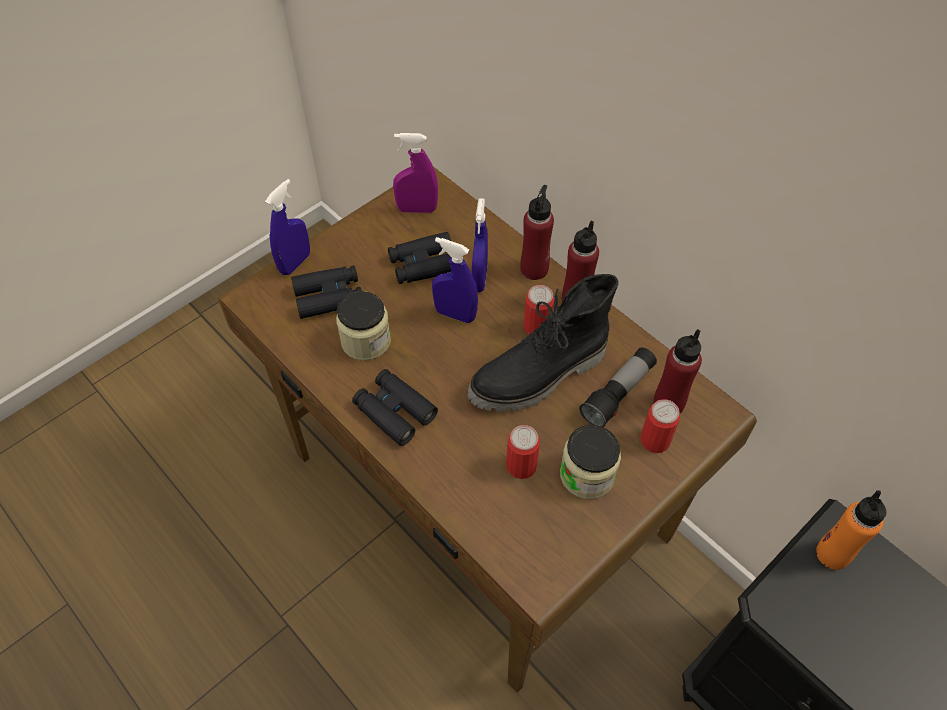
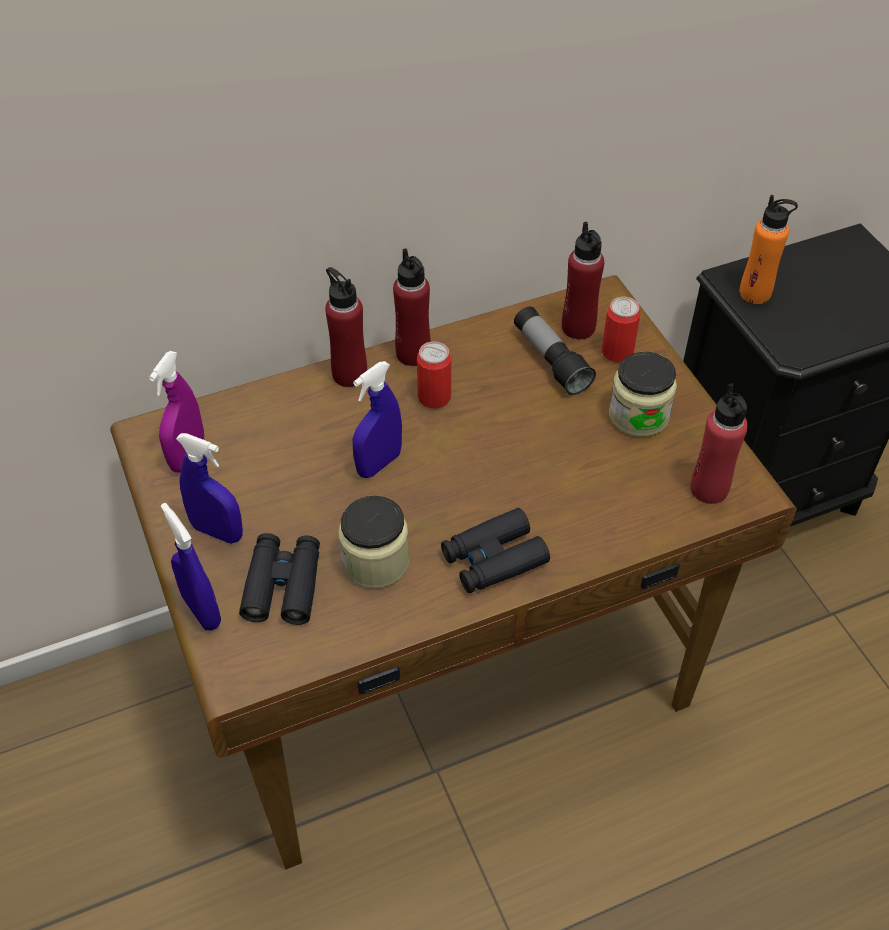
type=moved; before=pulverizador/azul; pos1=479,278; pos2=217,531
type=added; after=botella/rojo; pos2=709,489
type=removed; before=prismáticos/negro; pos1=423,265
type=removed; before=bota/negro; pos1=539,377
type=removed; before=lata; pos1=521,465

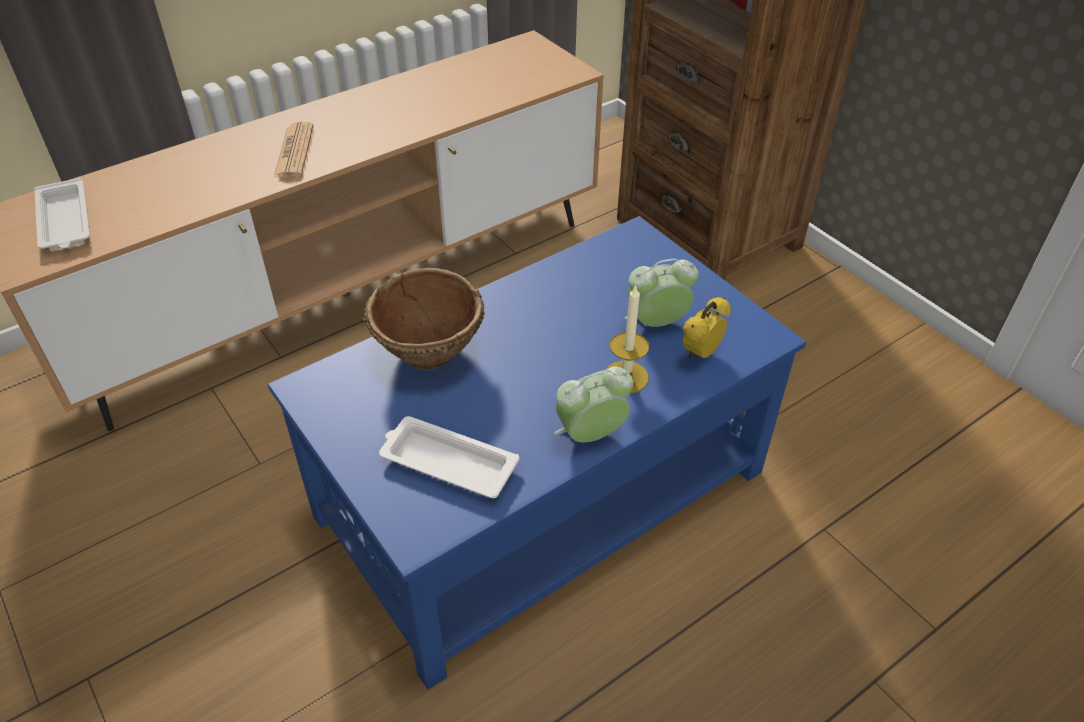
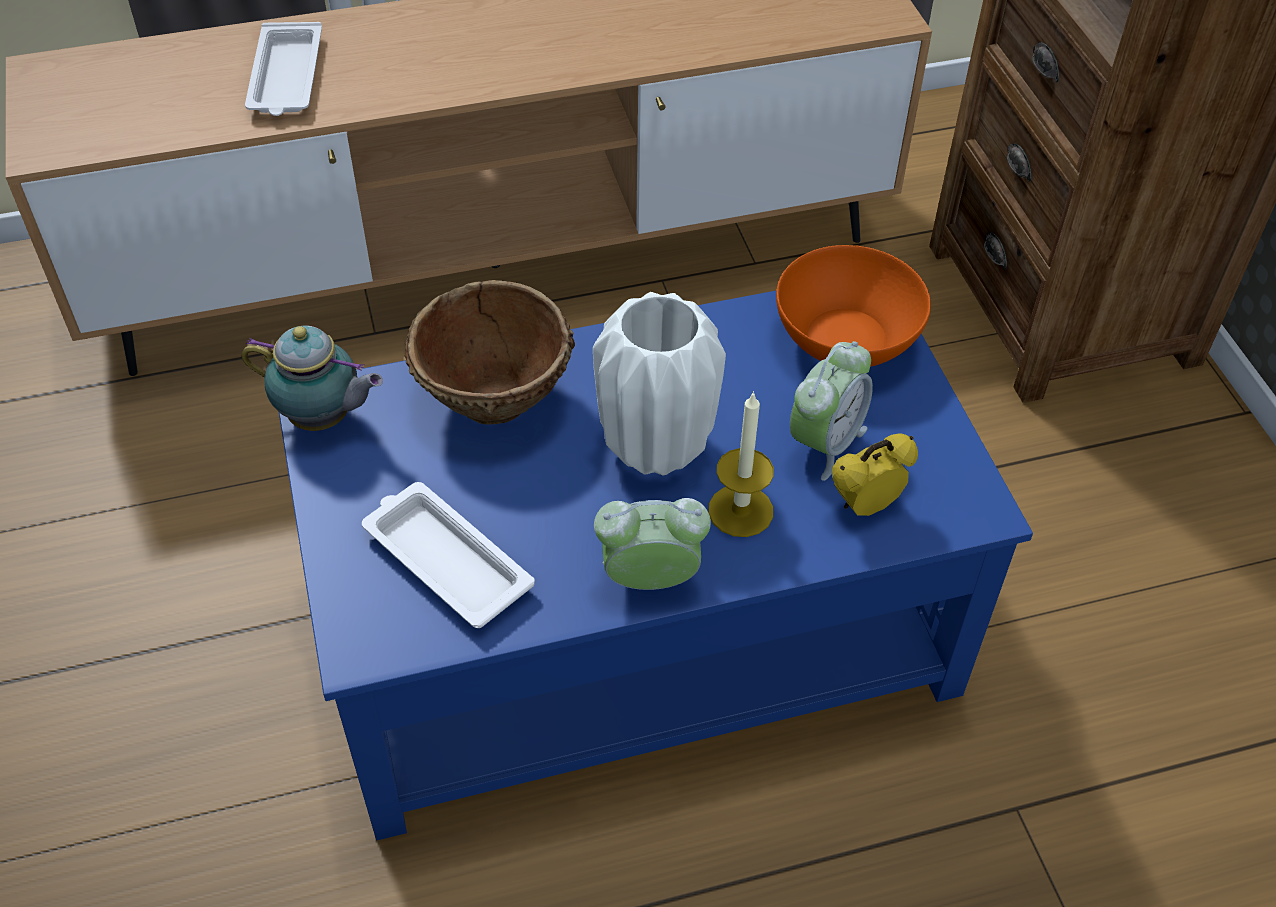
type=added; after=tetera; pos2=324,419
type=moved; before=bandeja/blanco; pos1=65,222; pos2=286,78
type=added; after=florero/blanco; pos2=654,446
type=added; after=cuenco/naranja; pos2=845,339
type=turned; before=despertador; pos1=656,323; pos2=825,443; turn=120
type=removed; before=periódico; pos1=294,151

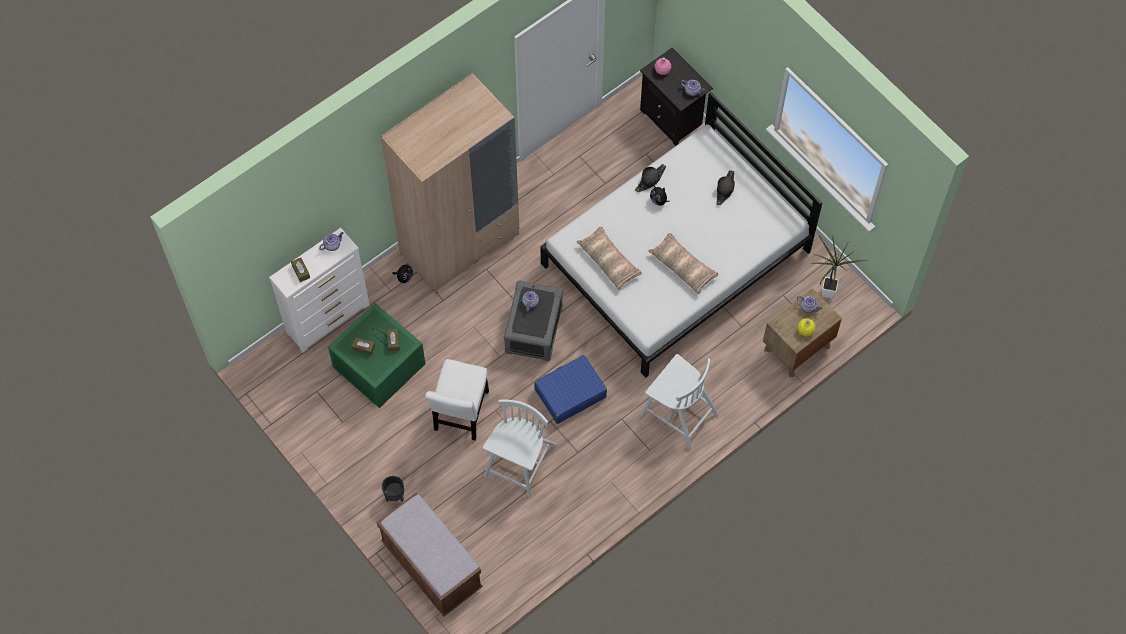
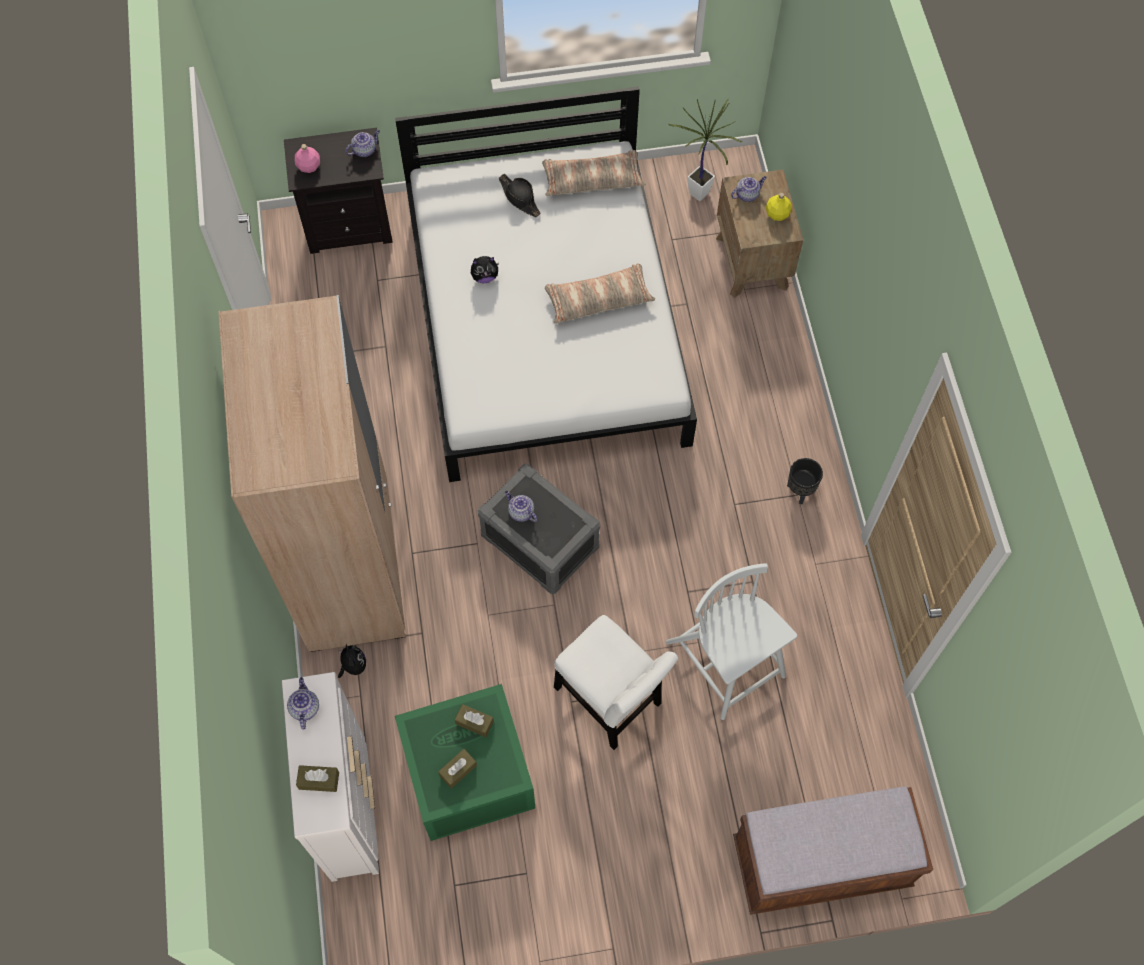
type=moved; before=cojín; pos1=609,261; pos2=592,180
type=moved; before=maceta/negro; pos1=395,496; pos2=800,491
type=removed; before=maleta/azul; pos1=570,393
type=removed; before=sombrero/negro; pos1=650,180
type=removed; before=silla/blanco; pos1=678,414

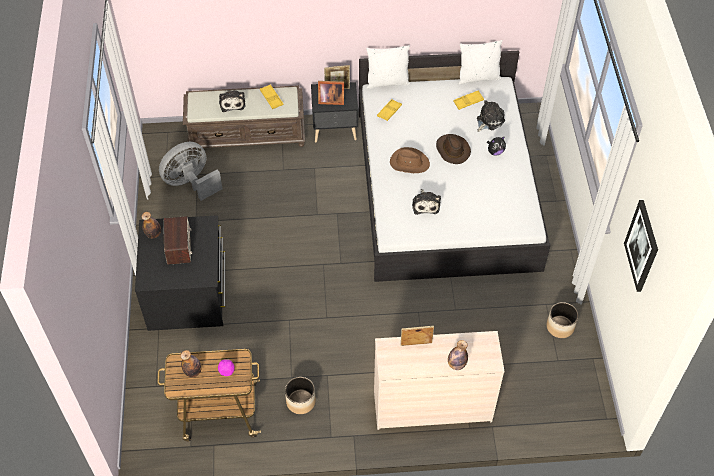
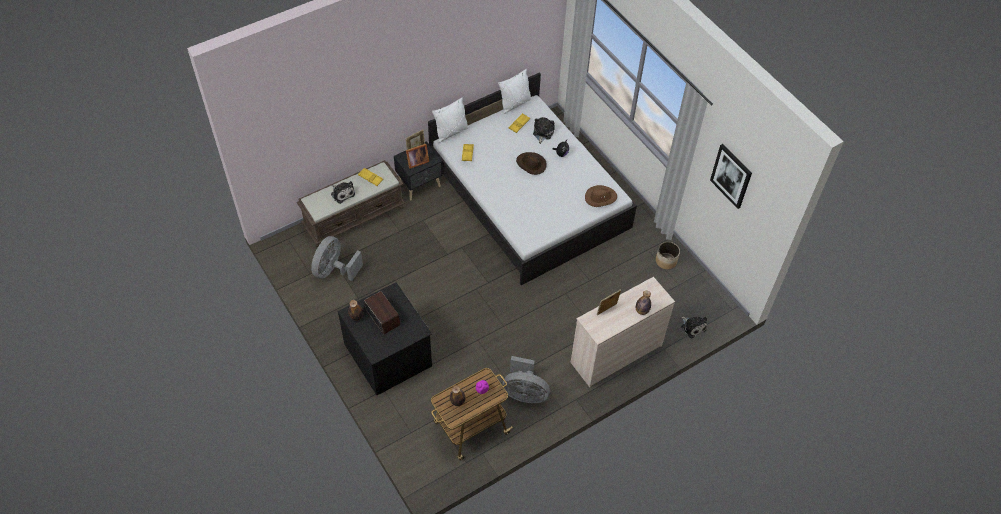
type=replaced; before=maceta; after=ventilador/gris; pos1=301,401; pos2=524,393
type=moved; before=sombrero/marrón; pos1=409,163; pos2=600,197
type=moved; before=peluche; pos1=425,204; pos2=692,327

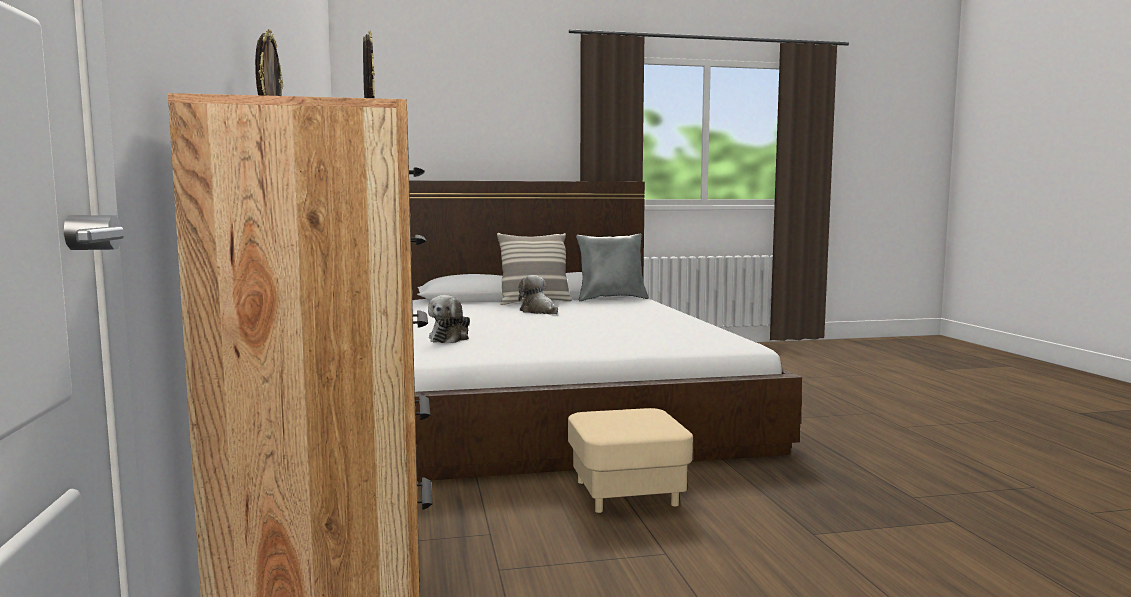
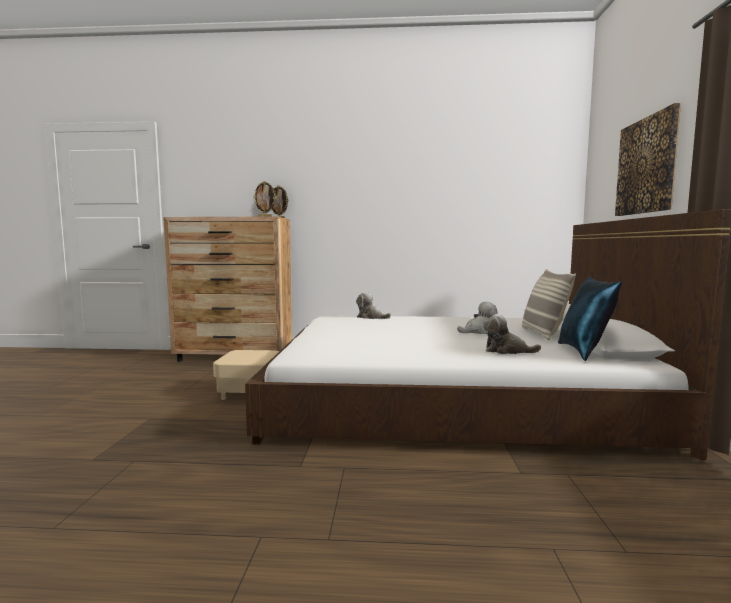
type=added; after=peluche; pos2=506,351
type=recoloured; before=cojín/gris; after=cojín/azul; pos1=611,299; pos2=585,352
type=added; after=cuadro; pos2=646,166

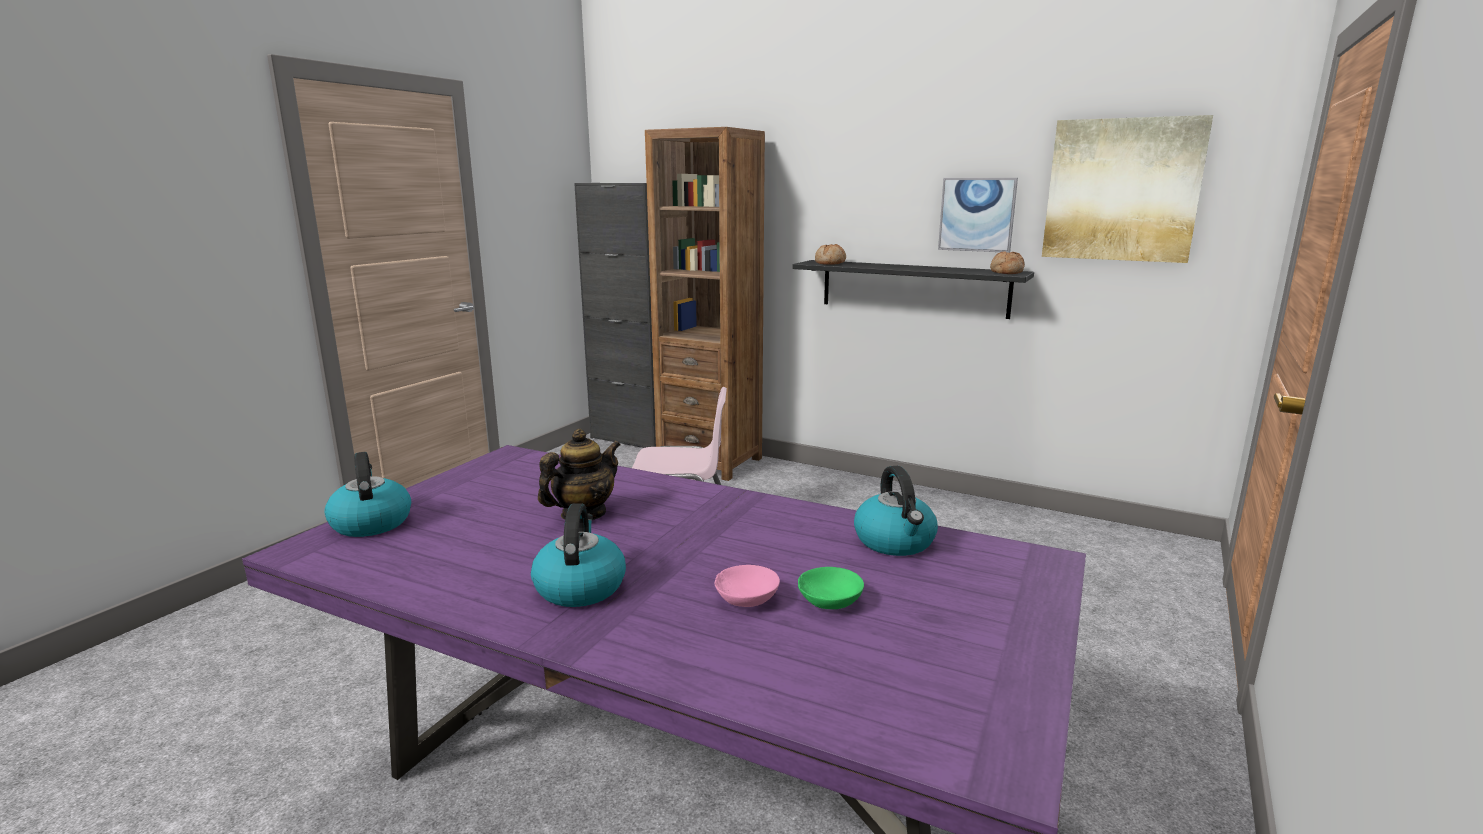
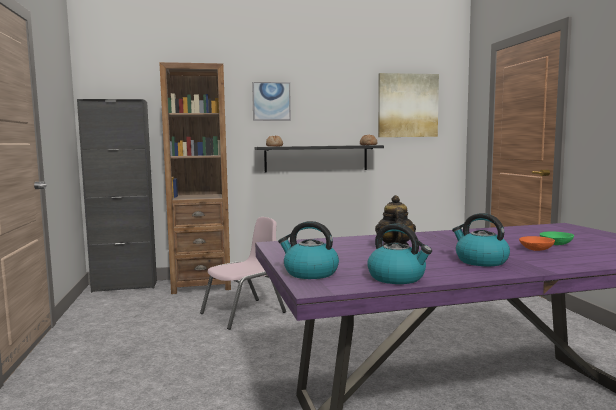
type=moved; before=cuadro; pos1=977,214; pos2=271,101
type=moved; before=hervidor; pos1=895,542; pos2=397,278
type=recoloured; before=cuenco/rosa; after=cuenco/naranja; pos1=749,599; pos2=537,249

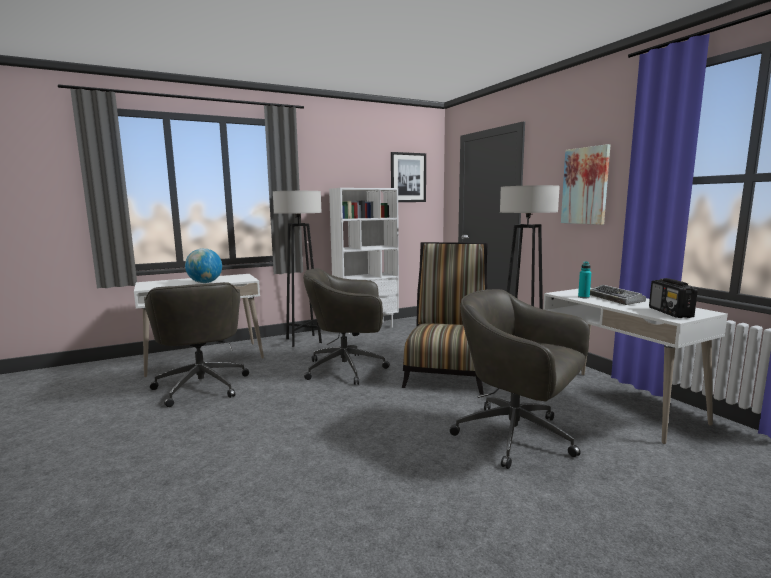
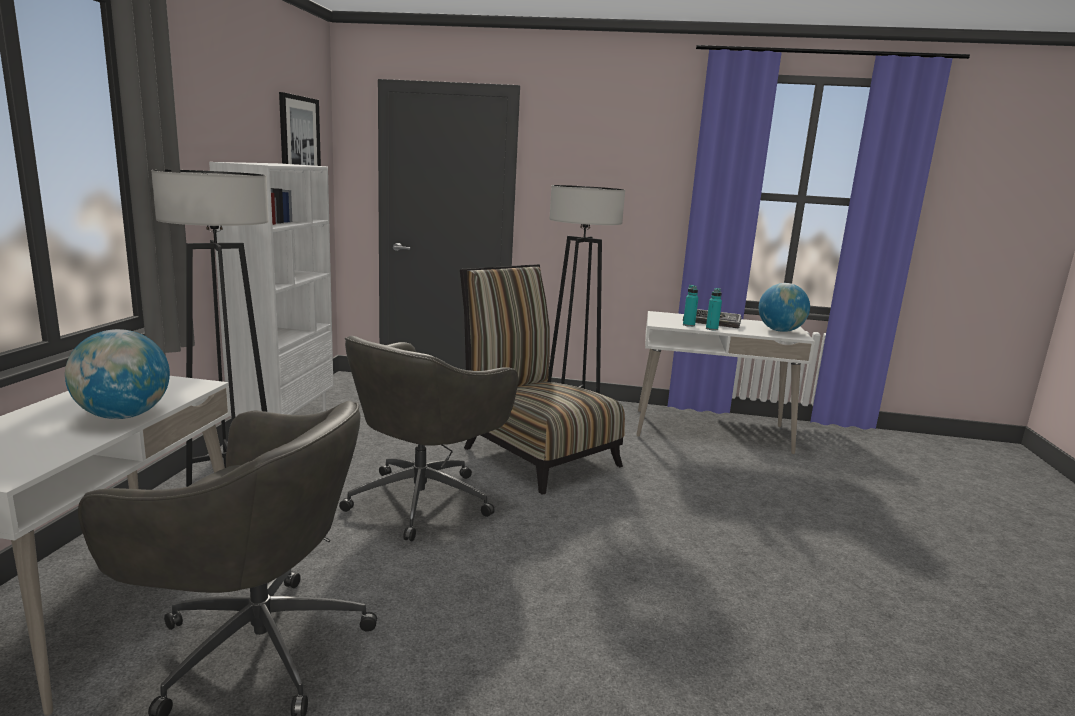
type=added; after=botella/turquesa; pos2=711,329
type=replaced; before=radio; after=globo terráqueo; pos1=670,313; pos2=780,331
type=removed; before=silla de oficina/gris; pos1=517,437
type=removed; before=cuadro; pos1=585,186

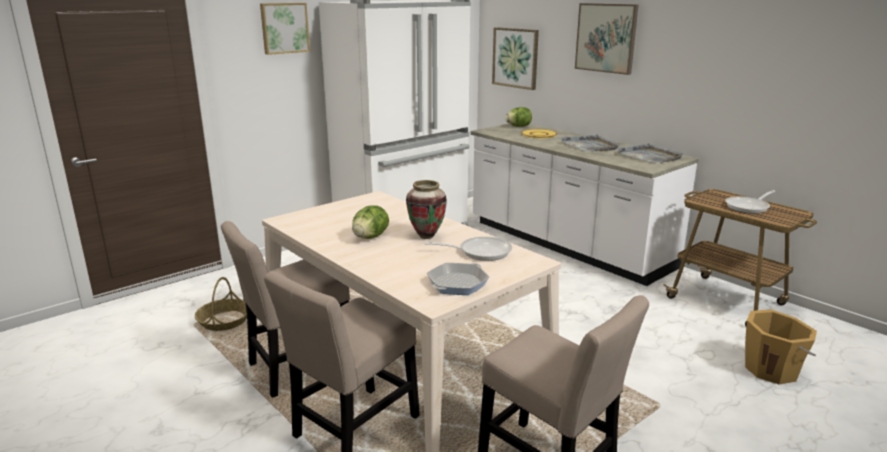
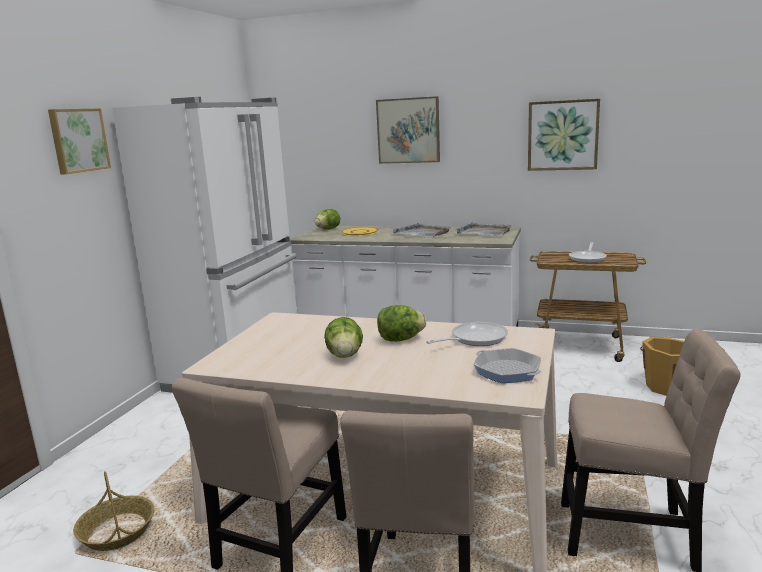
type=replaced; before=florero; after=lechuga; pos1=426,236; pos2=400,339
type=turned; before=sartén; pos1=457,283; pos2=507,371; turn=-45
type=moved; before=cuadro; pos1=515,58; pos2=563,135

